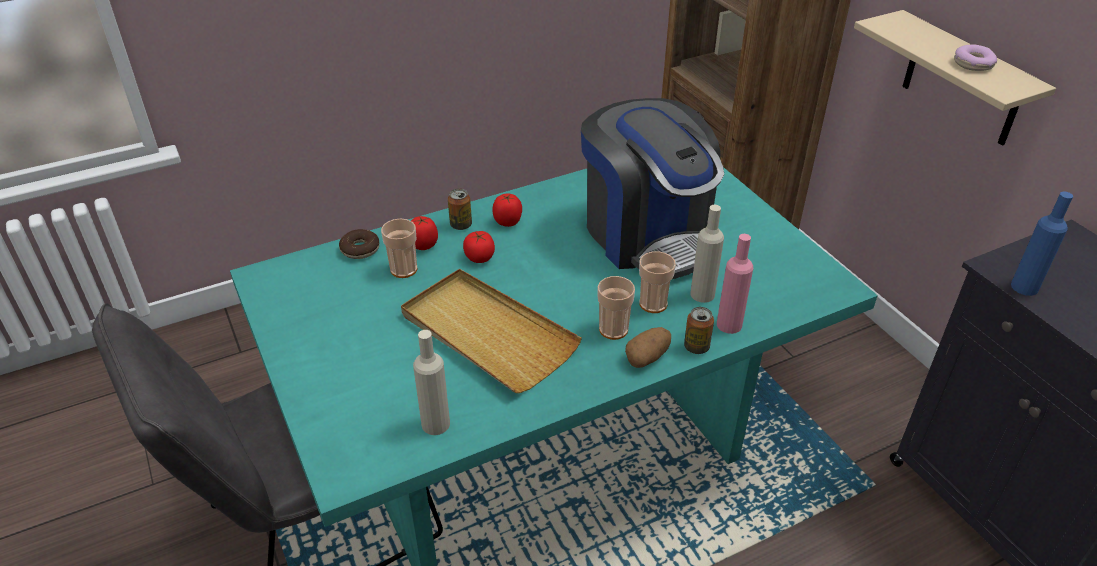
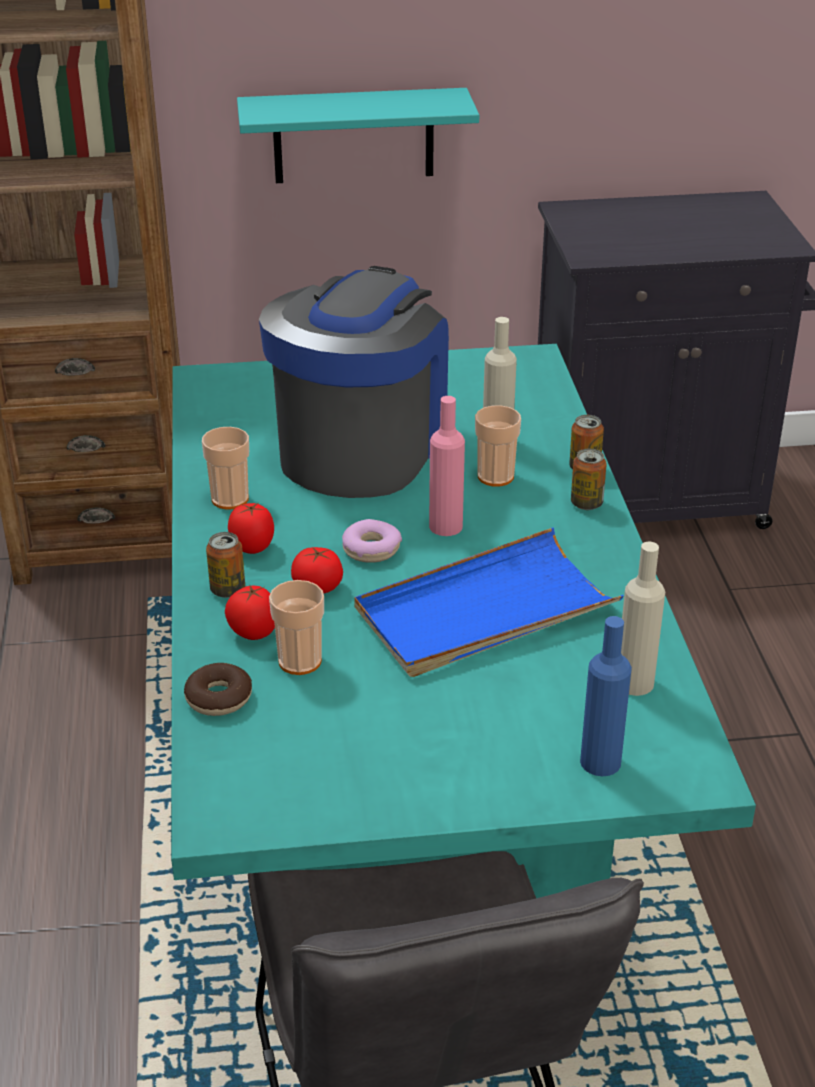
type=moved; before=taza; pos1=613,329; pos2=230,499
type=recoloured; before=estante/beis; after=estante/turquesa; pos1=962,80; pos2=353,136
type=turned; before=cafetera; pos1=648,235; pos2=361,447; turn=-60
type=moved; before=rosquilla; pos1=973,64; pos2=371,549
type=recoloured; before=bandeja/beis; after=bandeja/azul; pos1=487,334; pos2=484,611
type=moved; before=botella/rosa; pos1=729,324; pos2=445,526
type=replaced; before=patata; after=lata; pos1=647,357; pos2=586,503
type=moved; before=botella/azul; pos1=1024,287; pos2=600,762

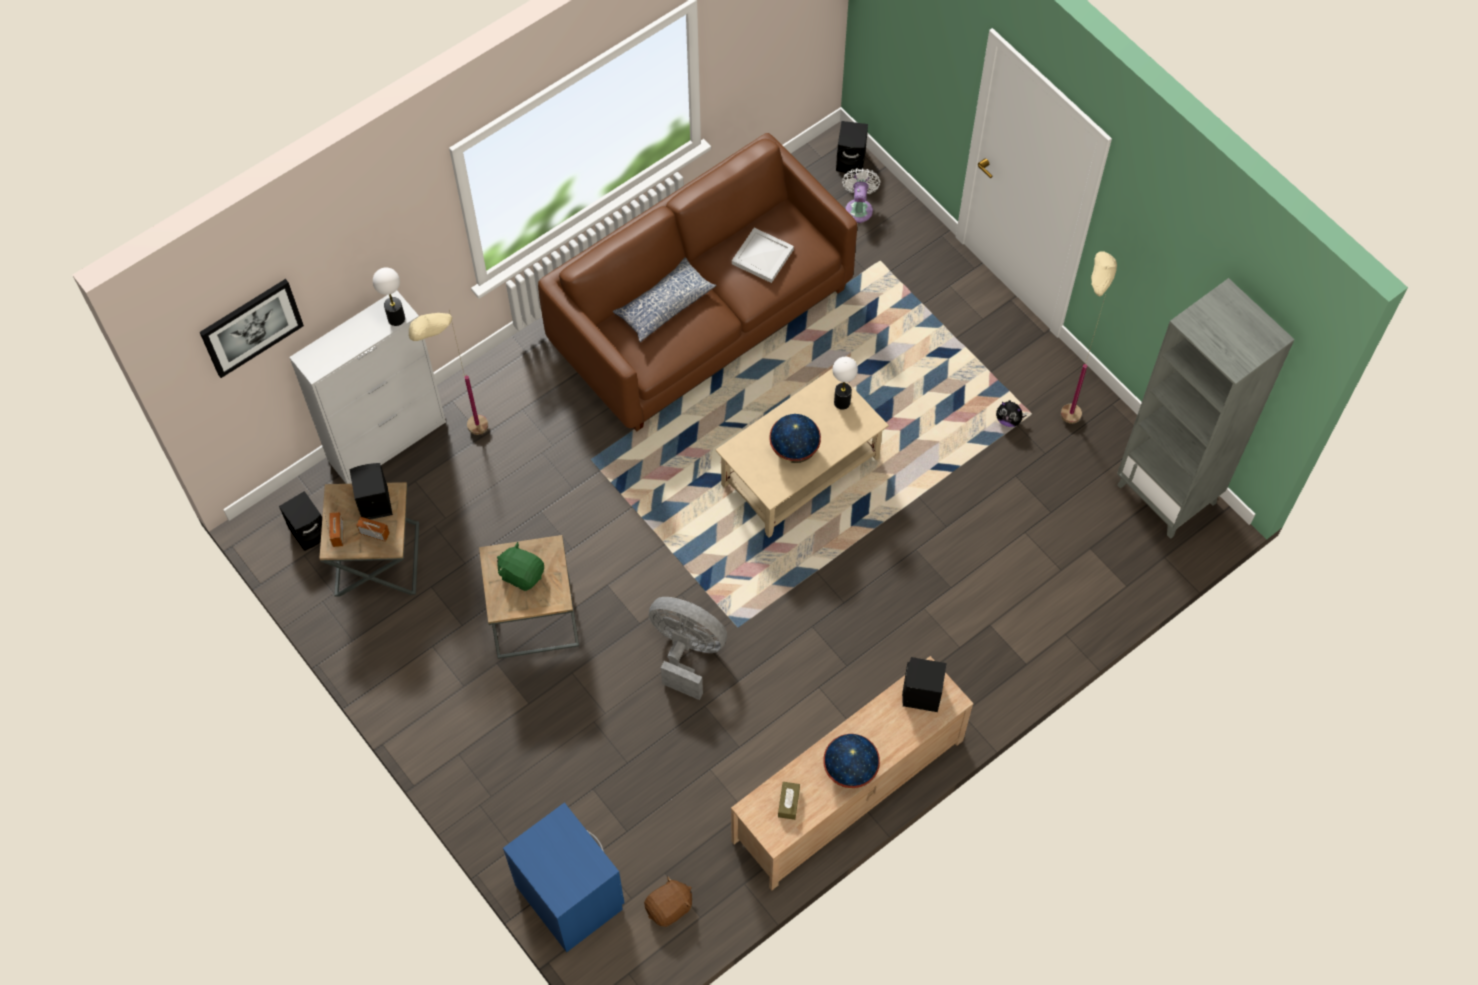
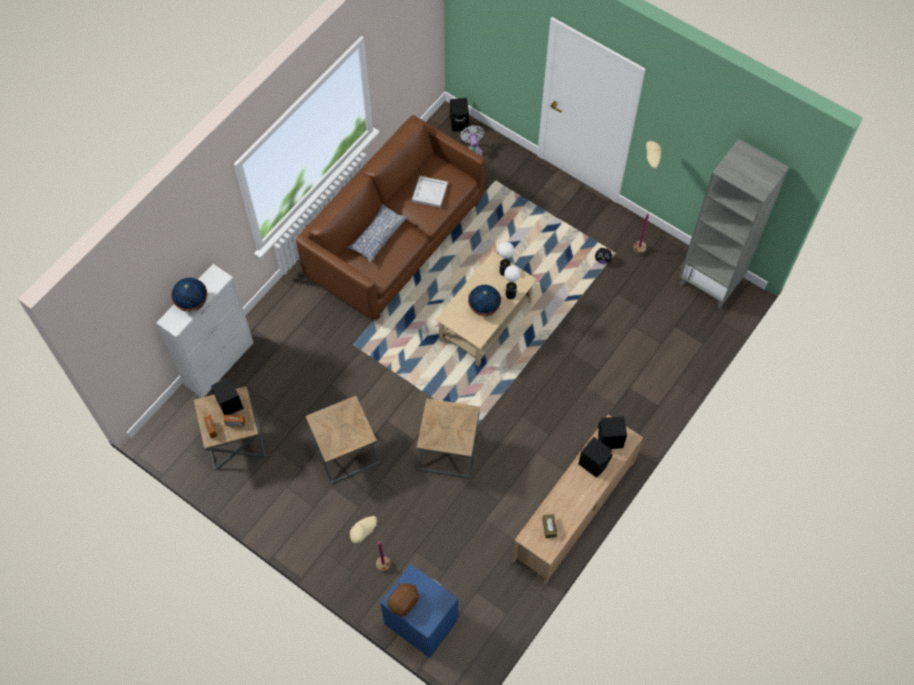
type=moved; before=globo terráqueo; pos1=850,770; pos2=193,303
type=moved; before=lámpara de pie/beis; pos1=464,439; pos2=376,576
type=moved; before=peluche/marrón; pos1=669,907; pos2=404,602
type=replaced; before=ventilador/gris; after=mesa auxiliar/marrón; pos1=686,652; pos2=448,450
type=moved; before=lámpara de mesa; pos1=396,318; pos2=510,294
type=moved; before=altavoz/negro; pos1=310,531; pos2=594,463
type=removed; before=cuadro; pos1=251,327
type=removed; before=peluche/verde; pos1=522,574

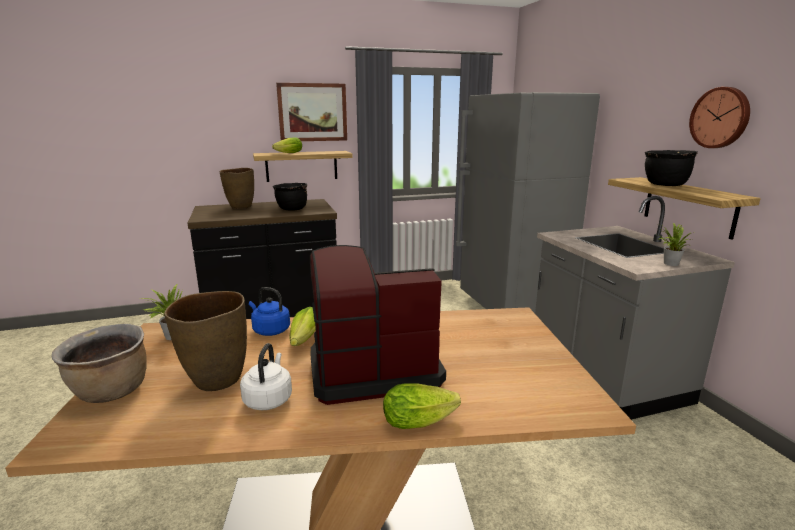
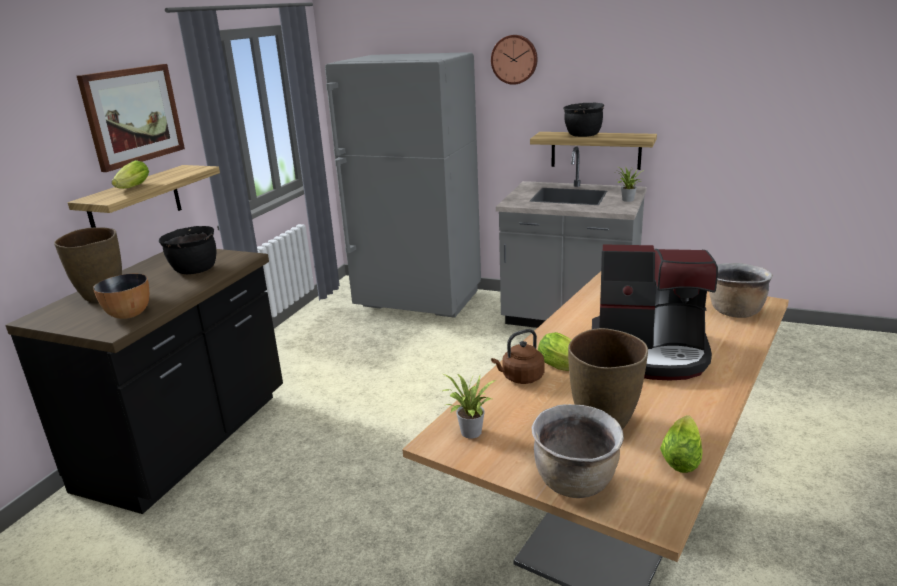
type=added; after=cuenco; pos2=129,314
type=moved; before=reloj de pared; pos1=720,118; pos2=514,59
type=recoloured; before=hervidor/azul; after=hervidor/marrón; pos1=270,330; pos2=520,378
type=turned; before=cafetera; pos1=371,369; pos2=650,352; turn=-105
type=moved; before=lechuga; pos1=422,420; pos2=682,455
type=added; after=olla/marrón; pos2=734,311
type=removed; before=hervidor/blanco; pos1=269,399

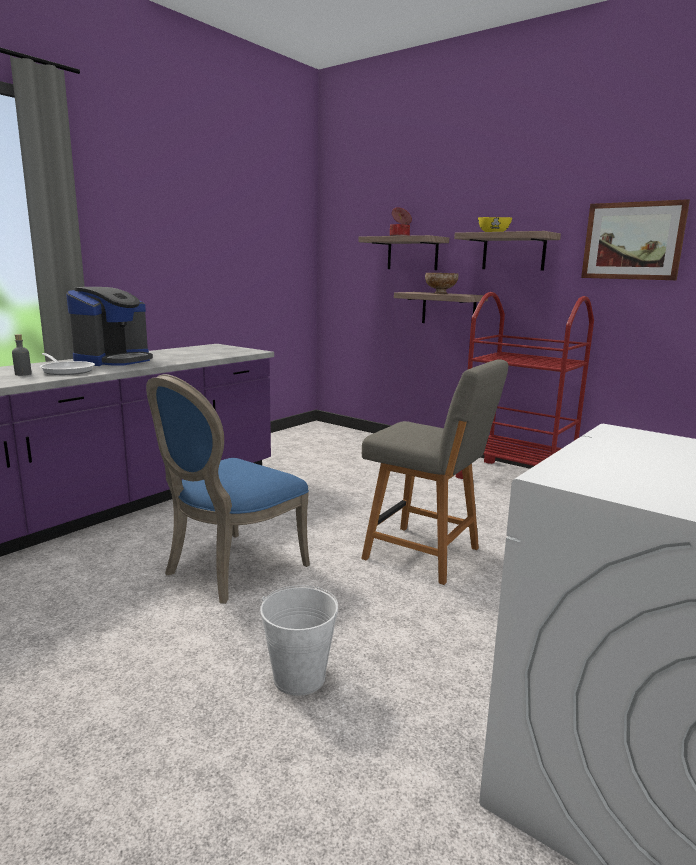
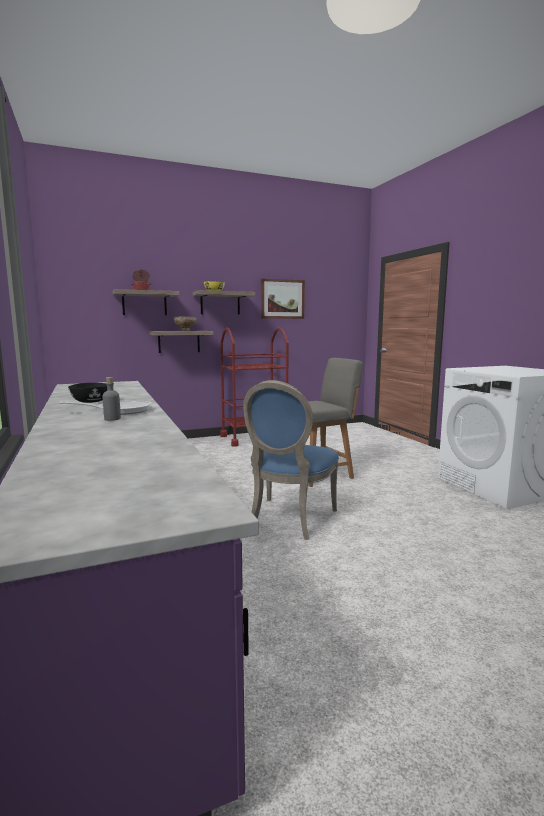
type=replaced; before=cafetera; after=cuenco/negro; pos1=114,360; pos2=90,402
type=turned; before=silla/azul; pos1=230,569; pos2=288,520; turn=45
type=removed; before=cubo/blanco; pos1=299,678

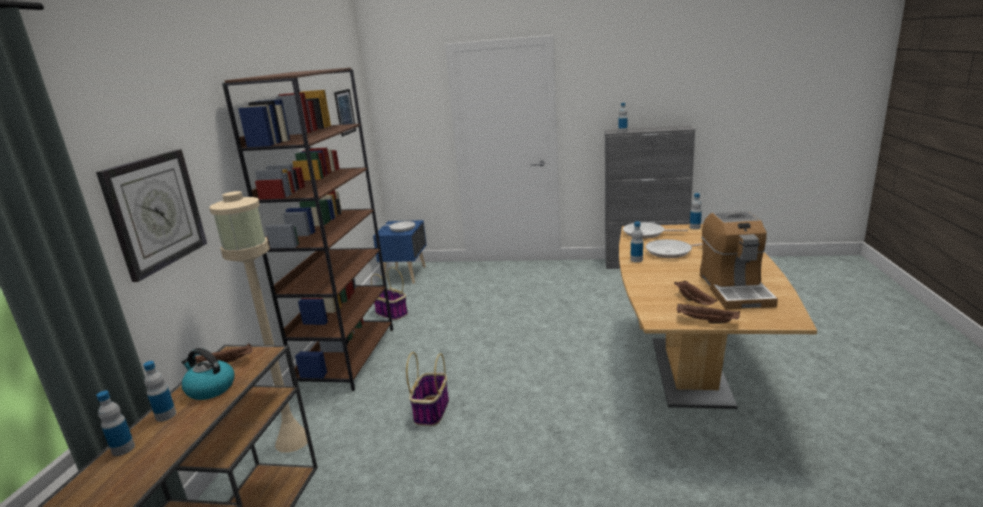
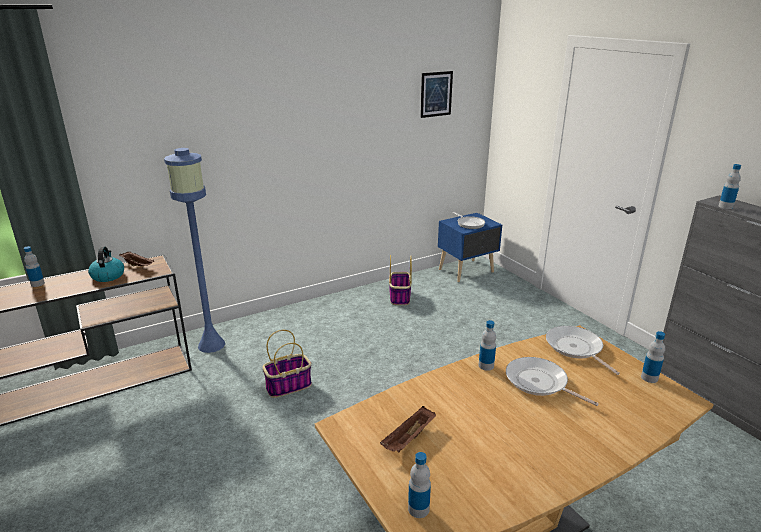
type=recoloured; before=lámpara de pie/beis; after=lámpara de pie/azul; pos1=293,440; pos2=211,345
type=moved; before=botella; pos1=166,415; pos2=418,509
type=removed; before=reloj de pared; pos1=155,212
type=removed; before=estantería/marrón; pos1=347,356
type=removed; before=bandeja/marrón; pos1=705,321
type=removed; before=cafetera; pos1=734,289

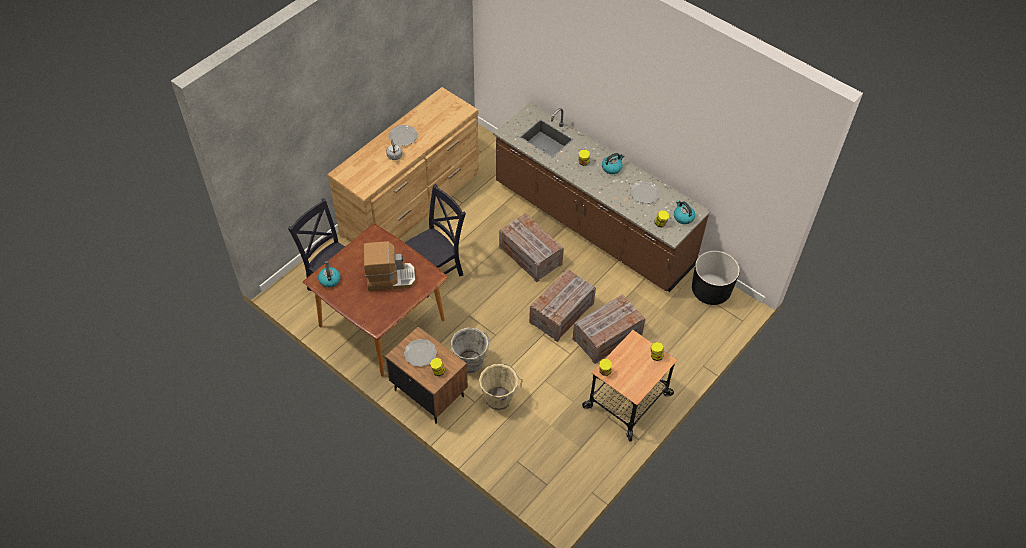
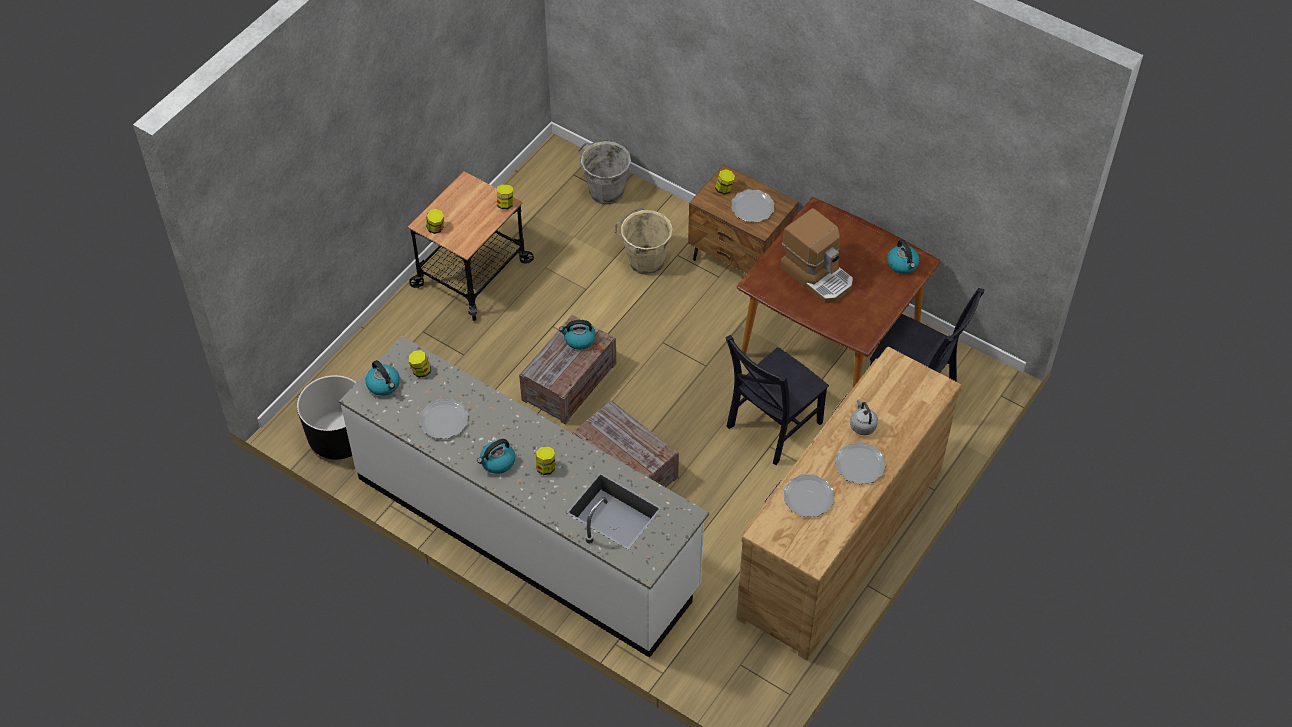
type=recoloured; before=mueble bajo de cocina/marrón; after=mueble bajo de cocina/blanco; pos1=592,225; pos2=527,532
type=added; after=hervidor; pos2=579,339
type=moved; before=cubo/gris; pos1=471,363; pos2=605,191
type=turned; before=cafetera; pos1=390,277; pos2=818,275; turn=-120
type=added; after=plato; pos2=808,497
type=removed; before=caja de embalaje; pos1=607,337

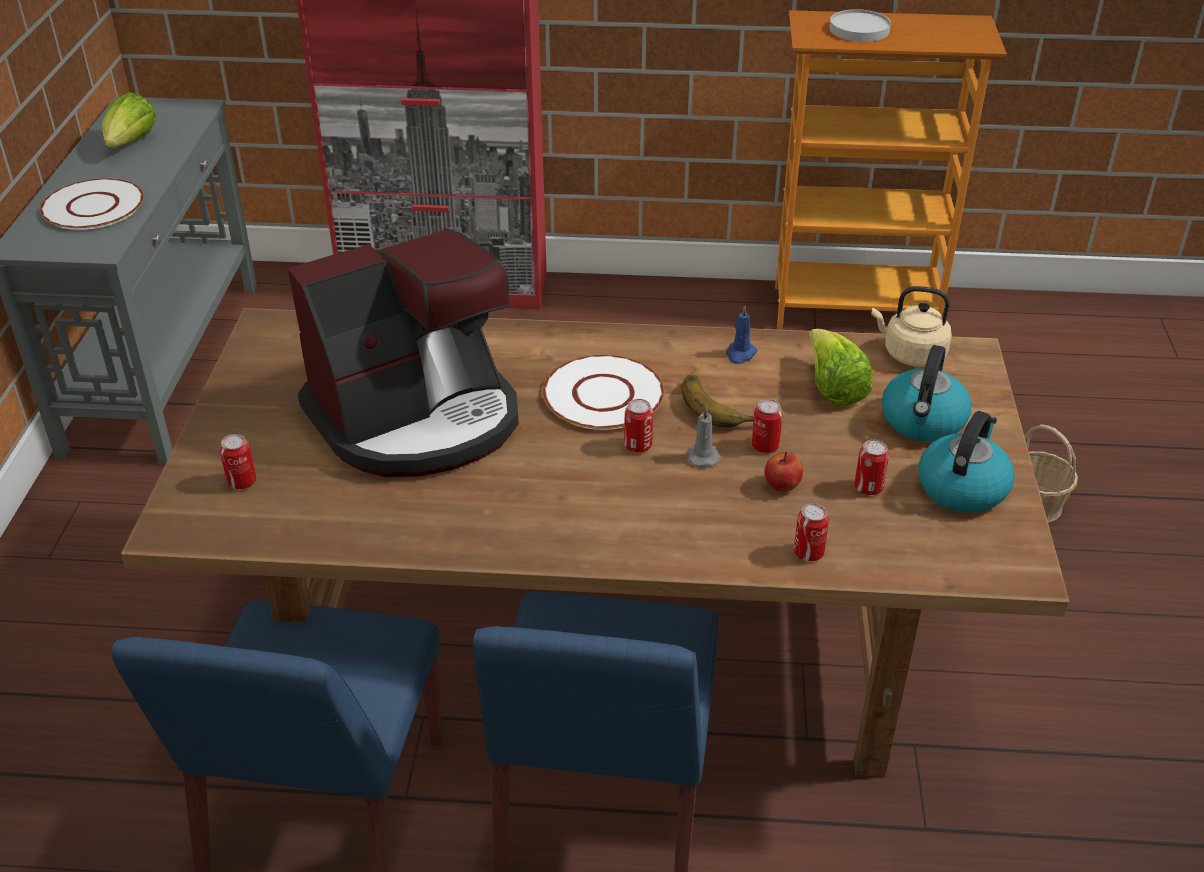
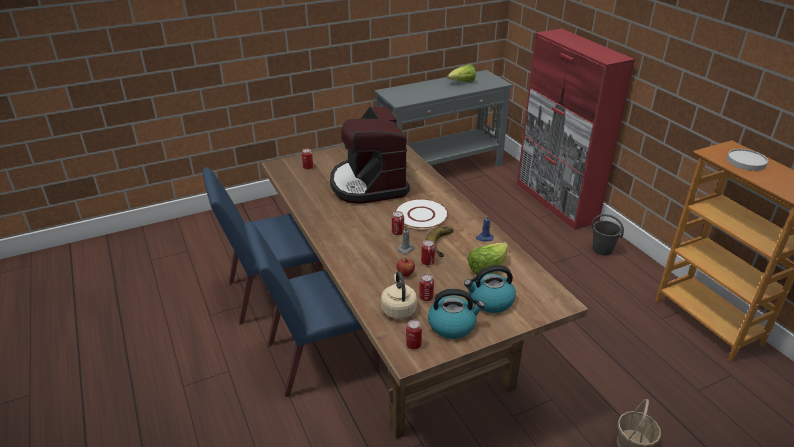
type=turned; before=cafetera; pos1=418,418; pos2=368,184; turn=45
type=moved; before=hervidor/beis; pos1=910,354; pos2=398,309
type=moved; before=lata; pos1=808,553; pos2=413,344
type=added; after=cubo/gris; pos2=602,249
type=removed; before=plato/blanco; pos1=93,207

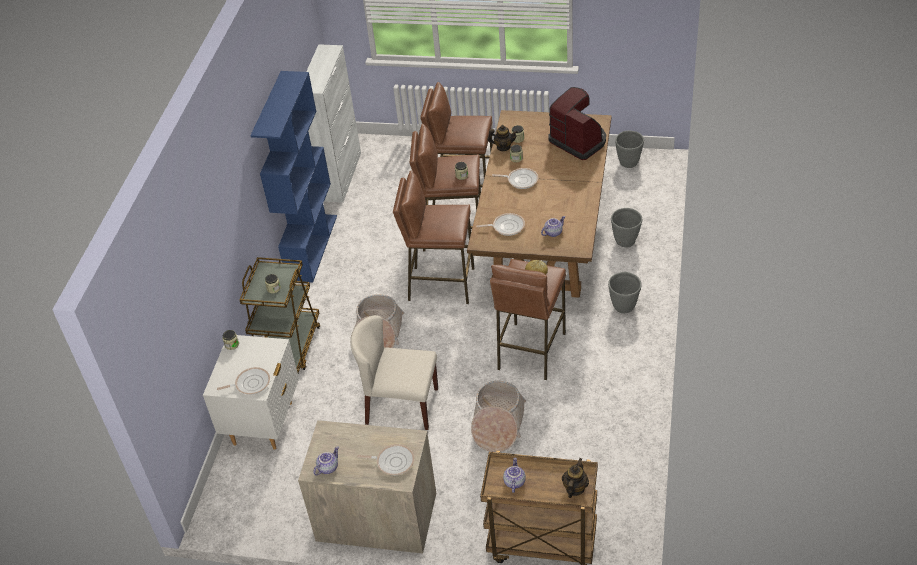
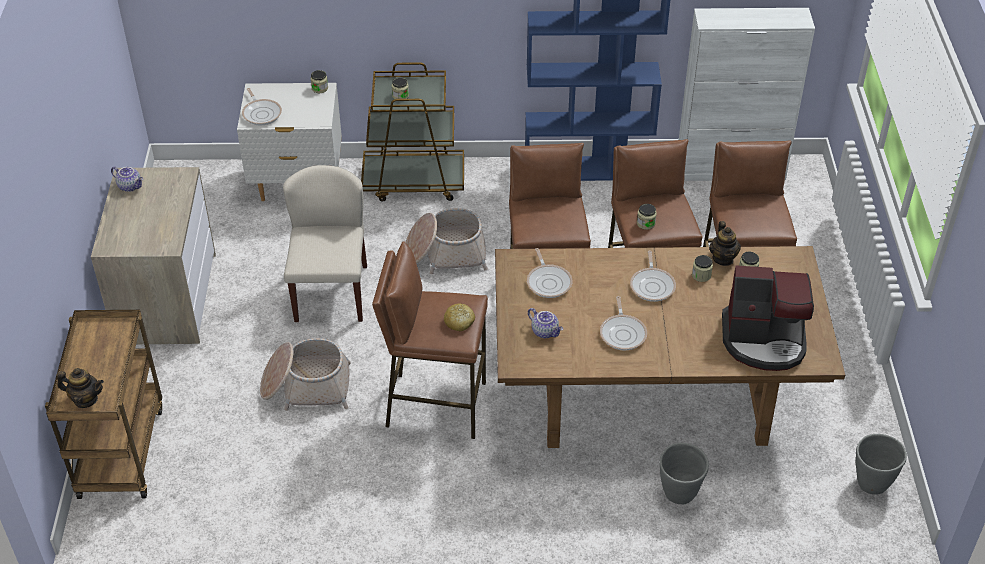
type=moved; before=sartén; pos1=393,461; pos2=623,333
type=turned; before=cafetera; pos1=579,141; pos2=764,341; turn=60
type=removed; before=tetera; pos1=514,482
type=removed; before=maceta/gris; pos1=624,307

